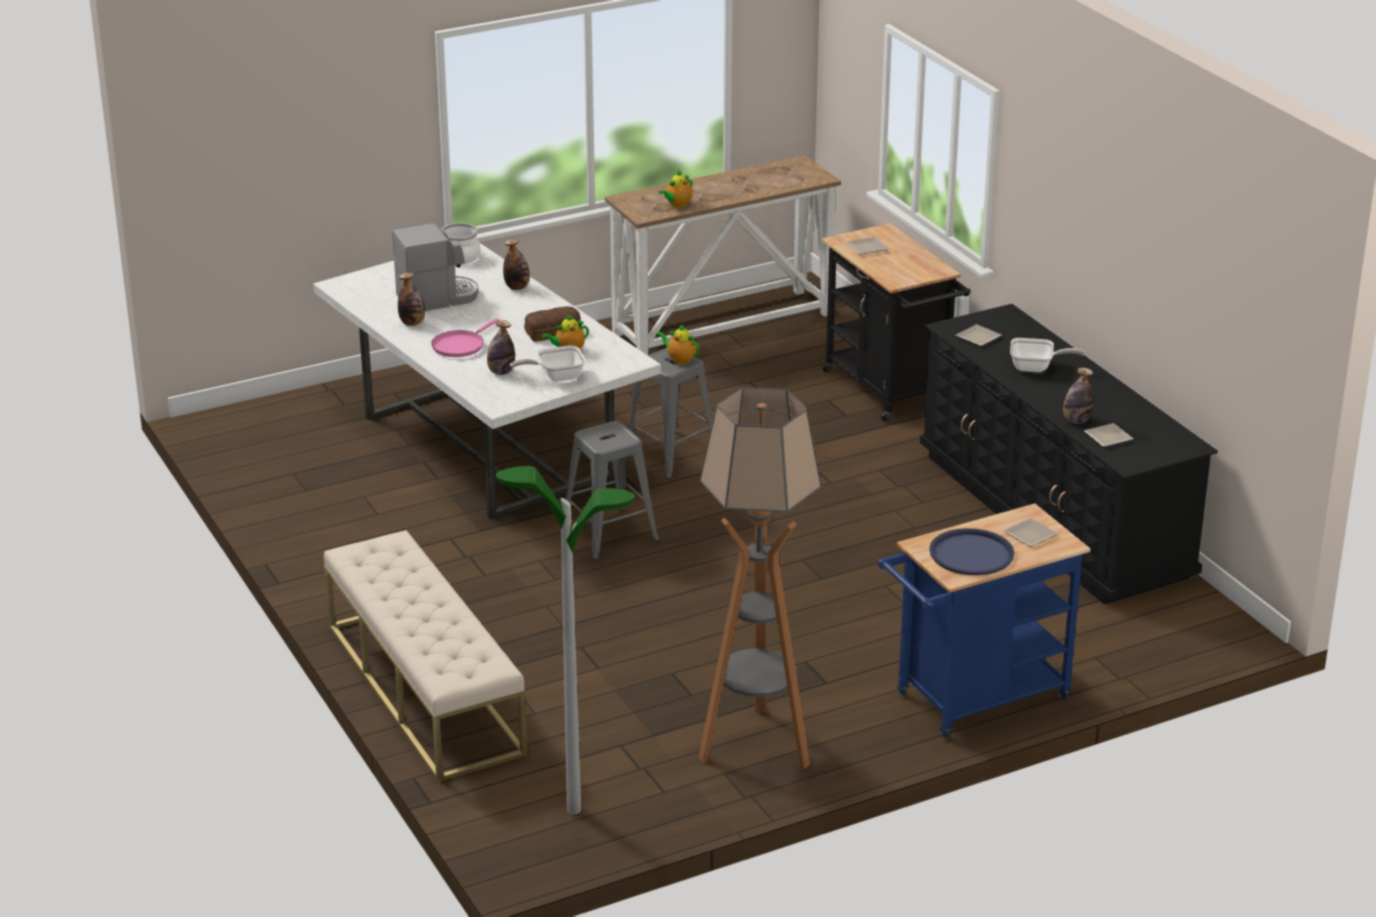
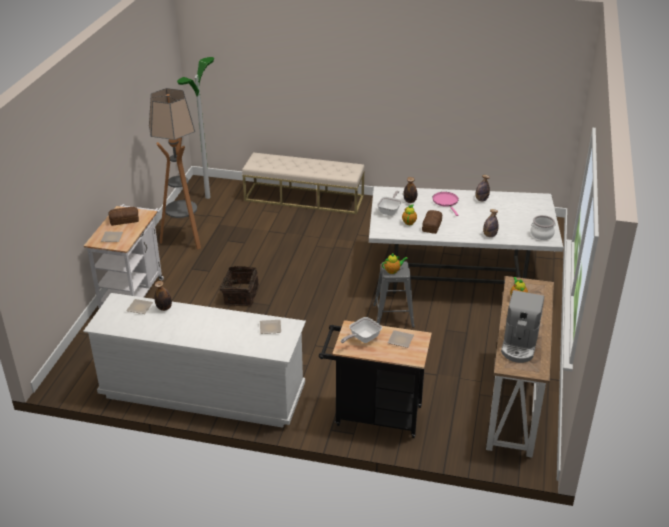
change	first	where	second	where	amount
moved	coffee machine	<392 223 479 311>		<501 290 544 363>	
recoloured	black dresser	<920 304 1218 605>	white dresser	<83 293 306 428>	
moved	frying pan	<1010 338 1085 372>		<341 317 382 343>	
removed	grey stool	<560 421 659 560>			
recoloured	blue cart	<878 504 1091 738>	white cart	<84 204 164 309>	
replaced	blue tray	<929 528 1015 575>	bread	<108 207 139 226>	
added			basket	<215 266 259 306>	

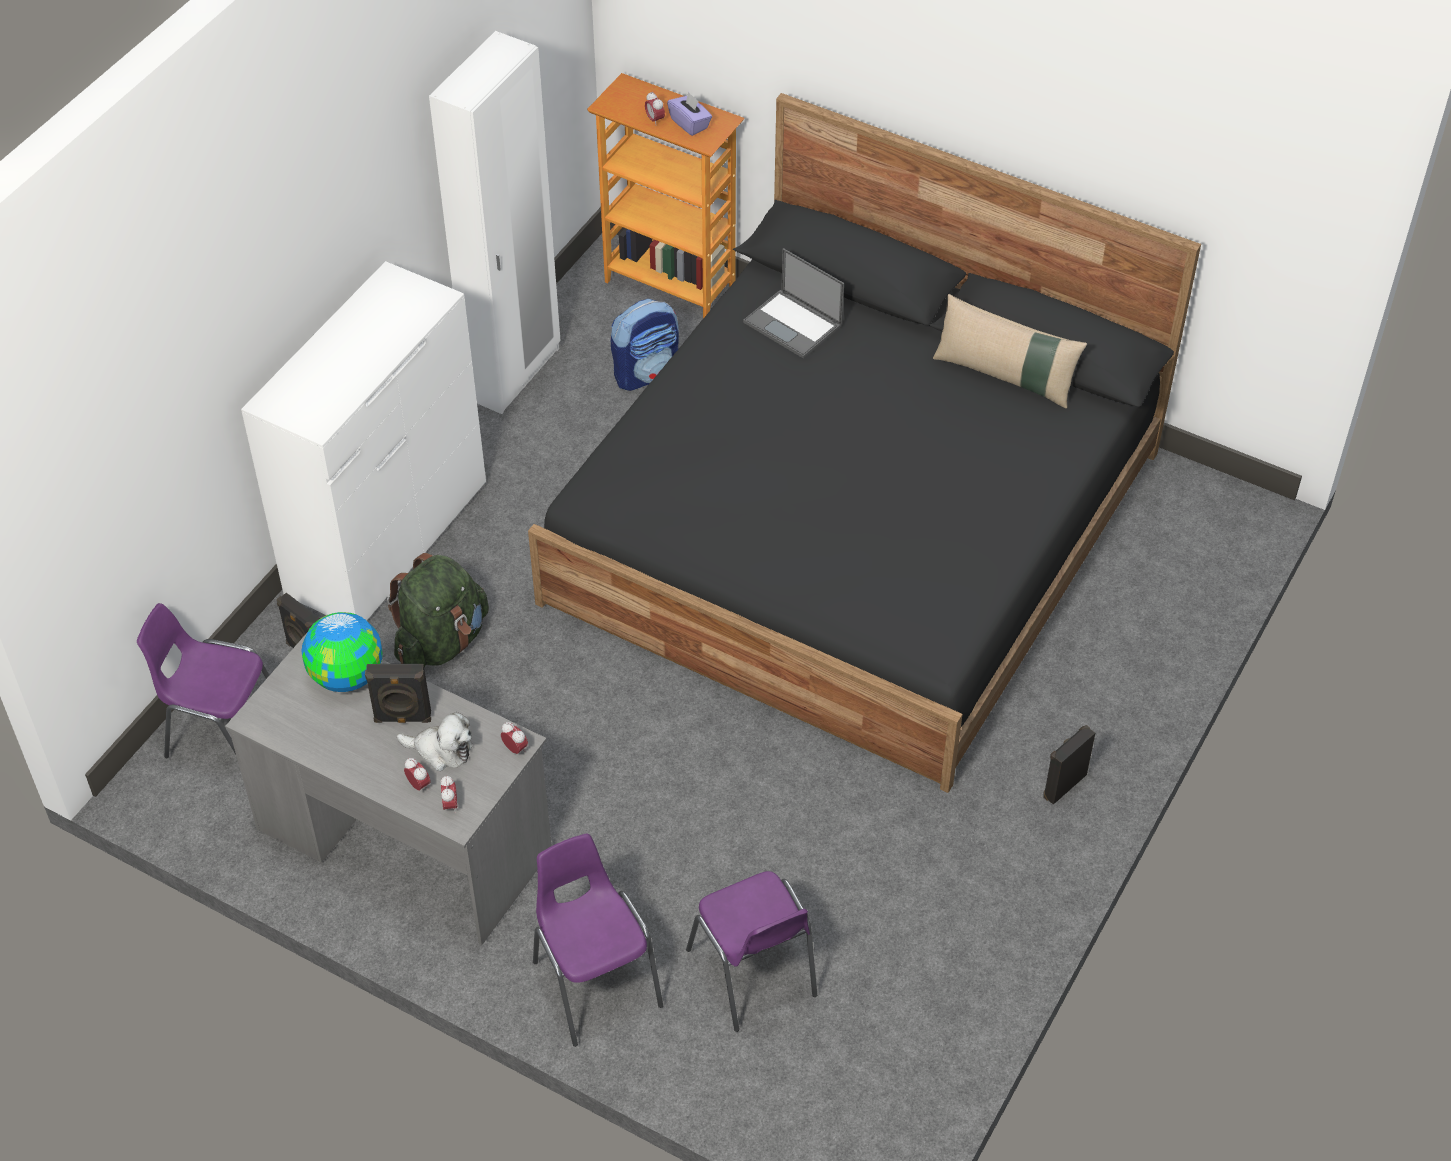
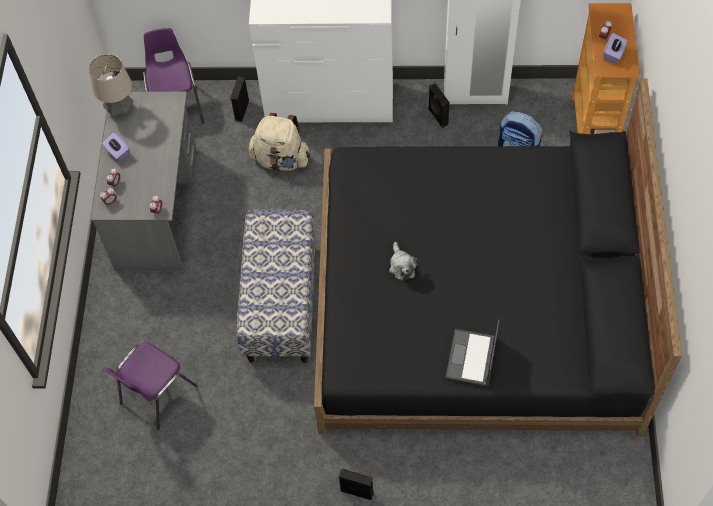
change	first	where	second	where	amount
moved	laptop	<743 248 844 359>		<446 319 499 386>	
removed	beige pillow	<933 294 1087 409>			
recoloured	green backpack	<387 553 489 667>	beige backpack	<249 113 311 171>	
removed	globe	<302 612 383 692>			
moved	black speaker	<365 664 431 723>		<428 83 449 128>	
moved	plush toy	<397 712 472 771>		<389 242 419 281>	
removed	purple chair	<533 834 663 1047>			
added			table lamp	<89 54 133 117>	
added			purple tissue box	<102 132 130 162>	
added			bench	<237 210 316 363>	

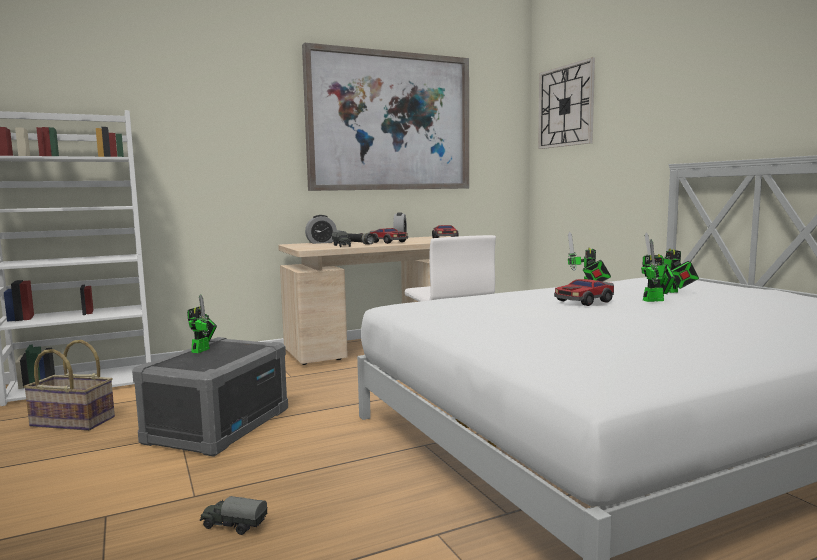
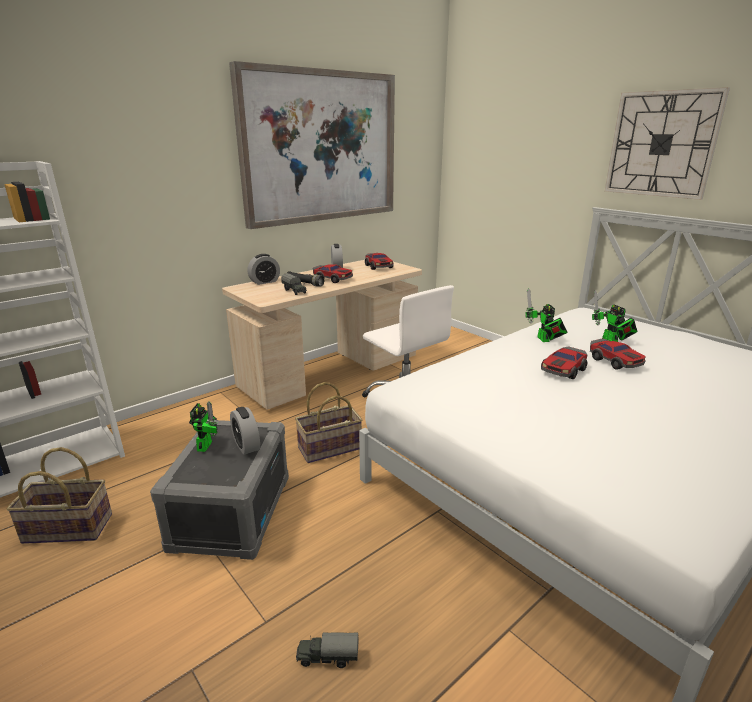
change	first	where	second	where	amount
moved	wall clock	<538 57 595 149>		<605 87 730 200>	
replaced	toy robot	<641 239 675 302>	toy car	<590 338 646 370>	
added			basket	<295 382 362 463>	
added			alarm clock	<230 407 260 455>	

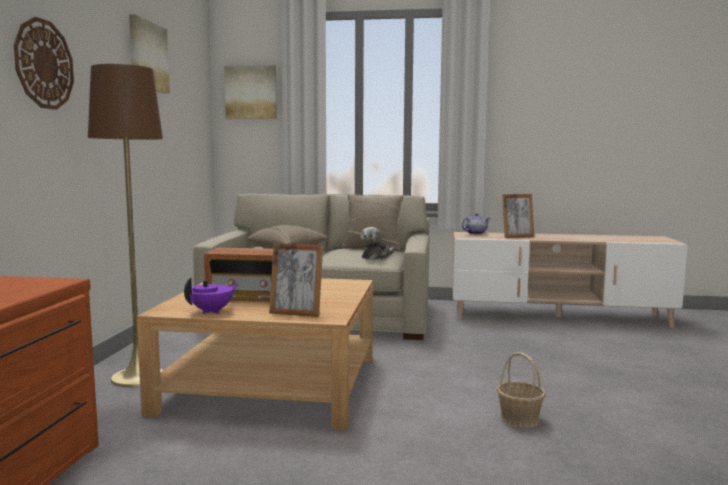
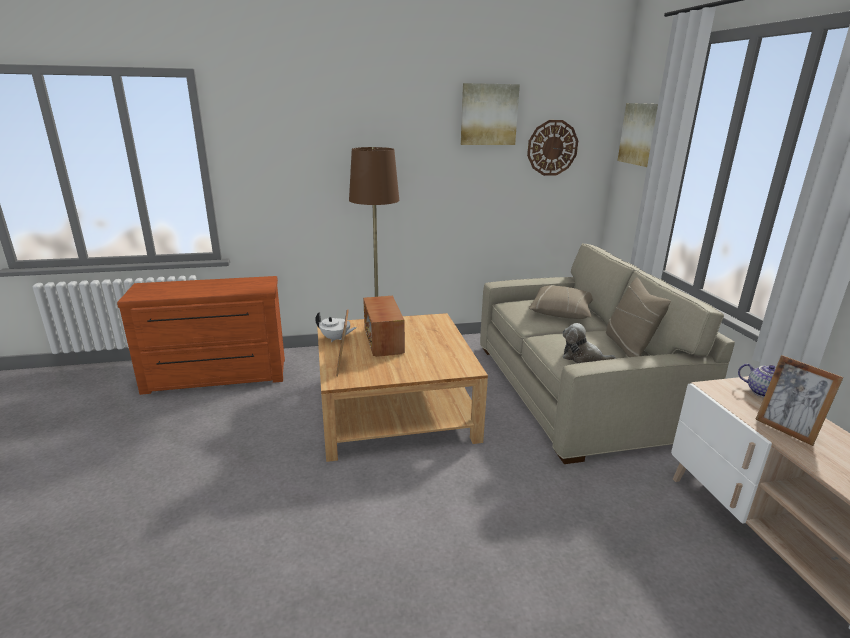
change	first	where	second	where	amount
moved	wall clock	<14 17 74 110>		<527 120 578 176>	
recoloured	purple teapot	<184 278 238 314>	white teapot	<315 312 357 342>	
removed	basket	<497 352 546 428>			

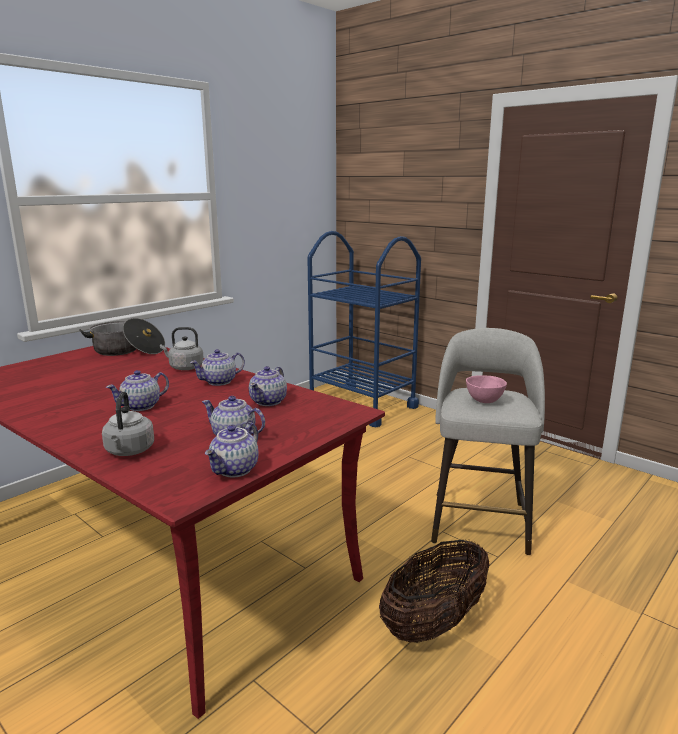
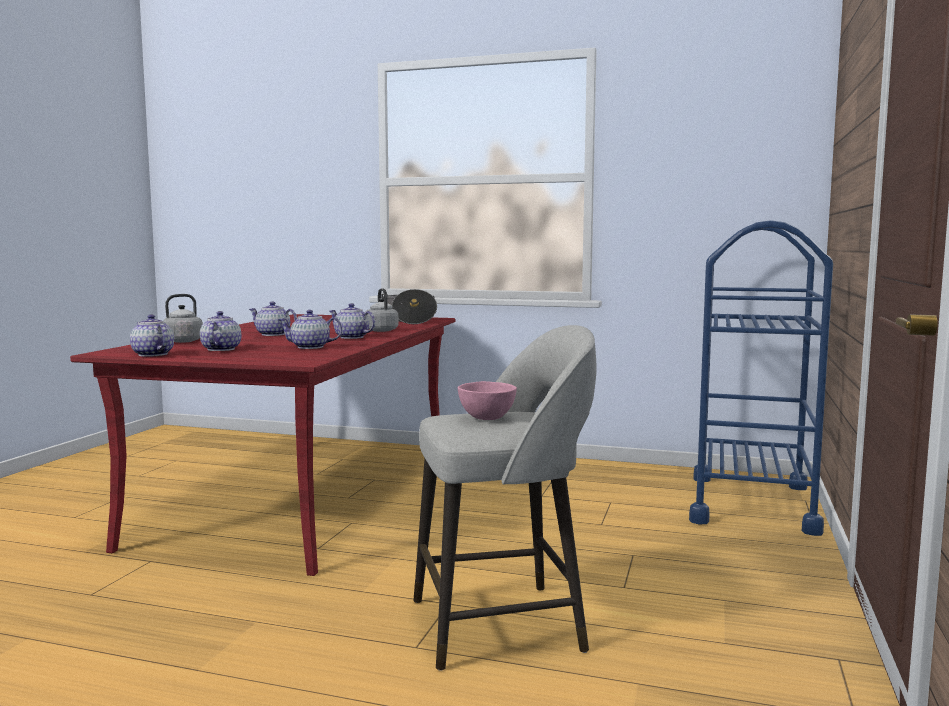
change	first	where	second	where	amount
turned	teapot	<205 422 258 478>		<130 315 174 357>	45 degrees clockwise
removed	basket	<379 539 490 643>			

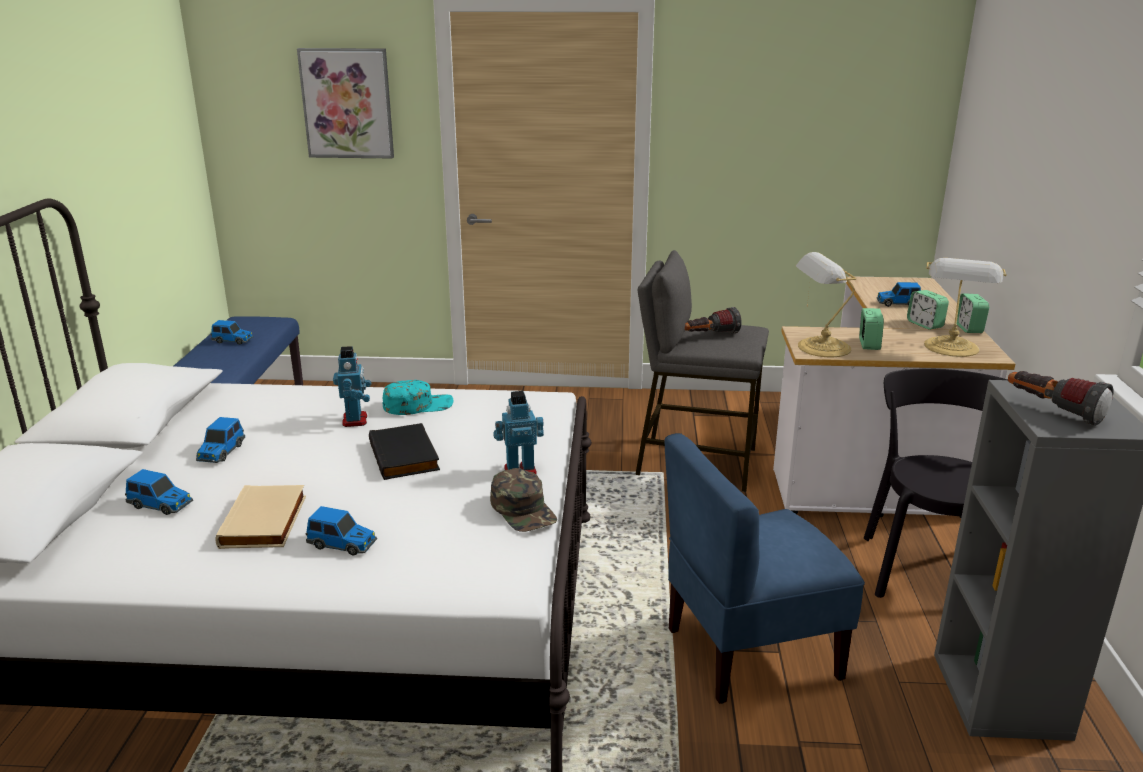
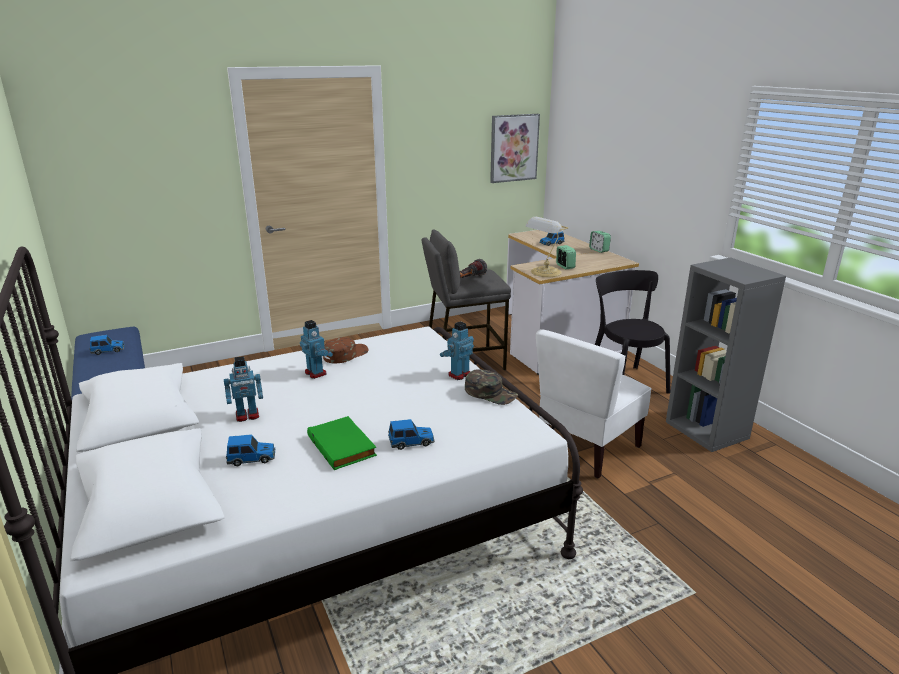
change	first	where	second	where	amount
moved	picture	<297 48 394 158>		<490 114 540 183>	
removed	table lamp	<924 258 1007 357>			
removed	alarm clock	<907 290 949 330>			
removed	flashlight	<1008 371 1113 426>			
recoloured	turquoise cap	<383 380 453 415>	brown cap	<323 337 369 363>	
replaced	toy car	<196 417 245 463>	toy robot	<224 356 263 422>	
removed	black book	<369 423 440 480>			
recoloured	blue chair	<664 433 865 704>	white chair	<536 329 652 479>	
recoloured	beige book	<215 485 306 549>	green book	<307 416 377 470>	

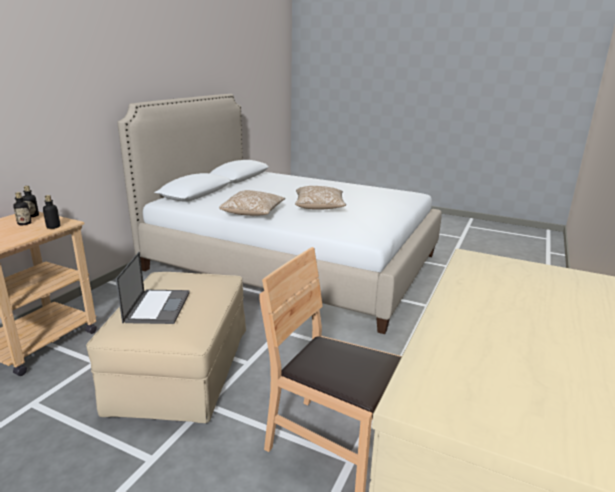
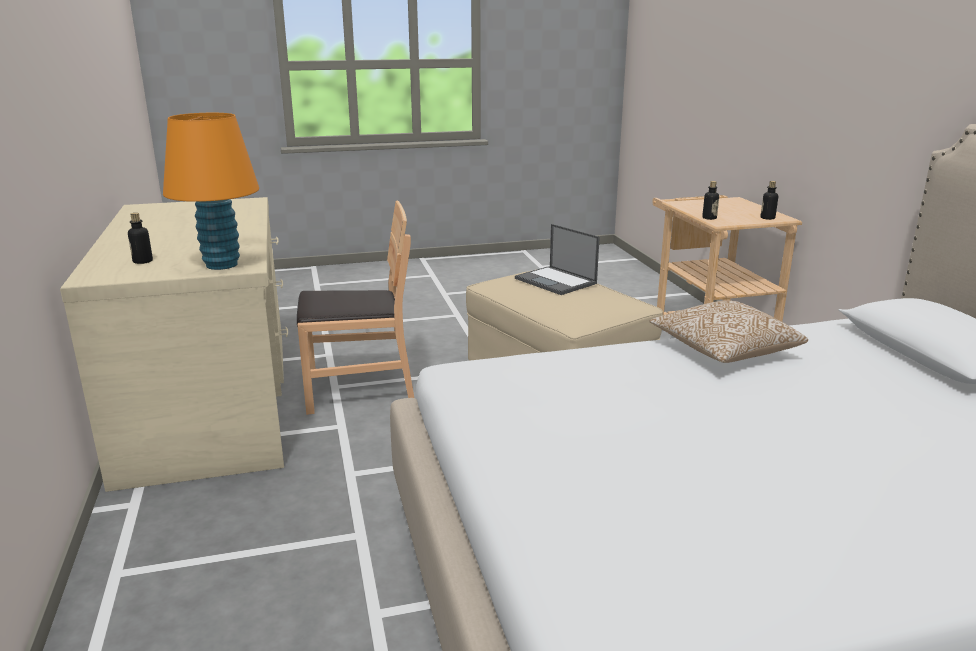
change	first	where	second	where	amount
removed	pillow	<295 186 346 210>			
moved	bottle	<13 192 32 225>		<128 213 153 264>	
added			orange table lamp	<163 113 259 270>	

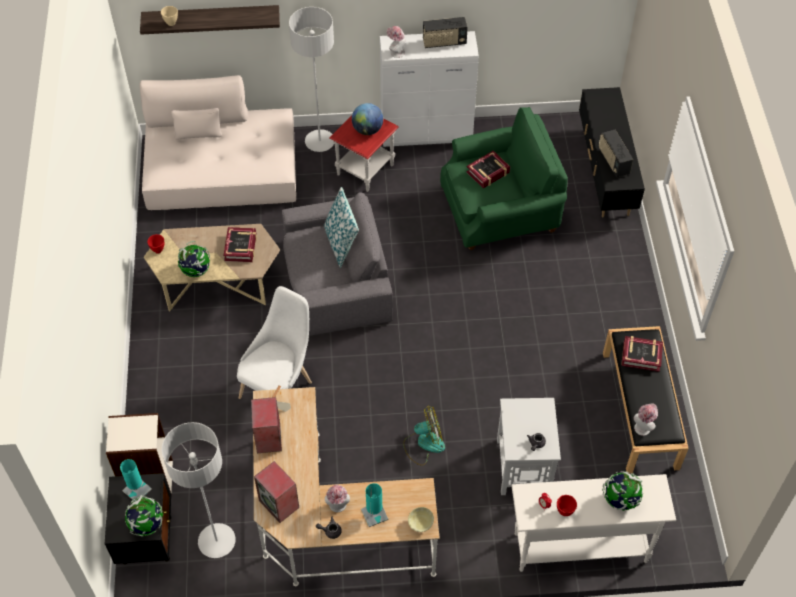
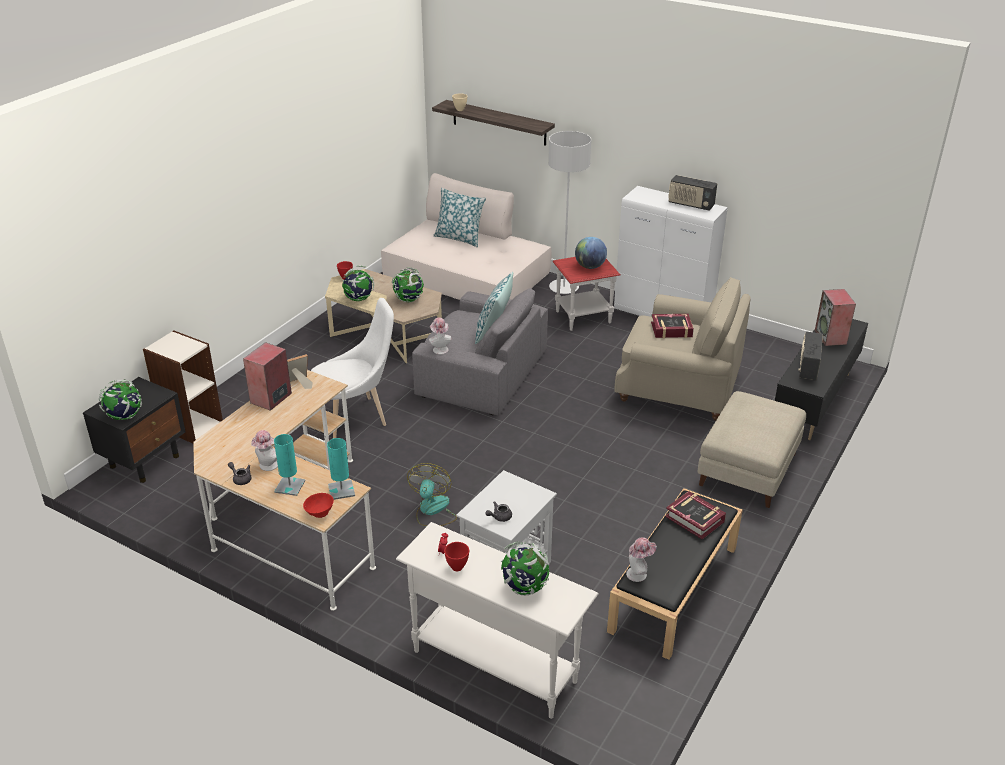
change	first	where	second	where	amount
moved	hat	<387 26 406 58>		<429 318 451 354>	
recoloured	green armchair	<440 107 568 250>	beige armchair	<614 277 751 421>	
replaced	book	<223 227 257 262>	globe	<392 267 424 302>	
turned	fan	<403 406 445 466>		<407 463 457 526>	105 degrees counterclockwise
removed	grey floor lamp	<162 422 236 558>			
moved	turquoise table lamp	<120 459 152 501>		<327 438 355 500>	
moved	speaker	<254 461 299 523>		<815 289 856 346>	
recoloured	beige bowl	<408 507 434 532>	red bowl	<303 493 334 518>	
added			pillow	<433 188 486 247>	
added			beige ottoman	<697 391 806 508>	

